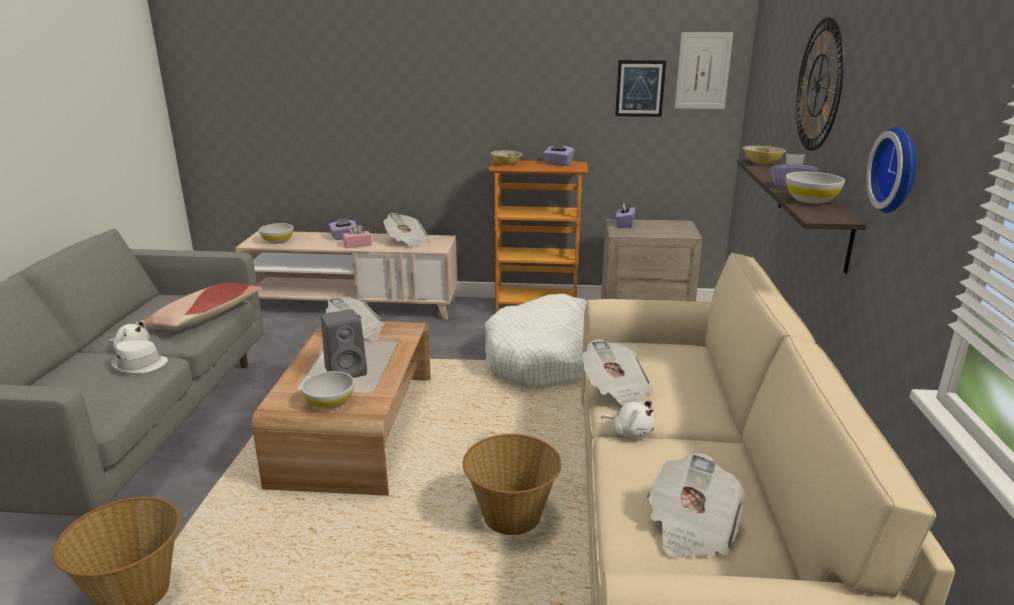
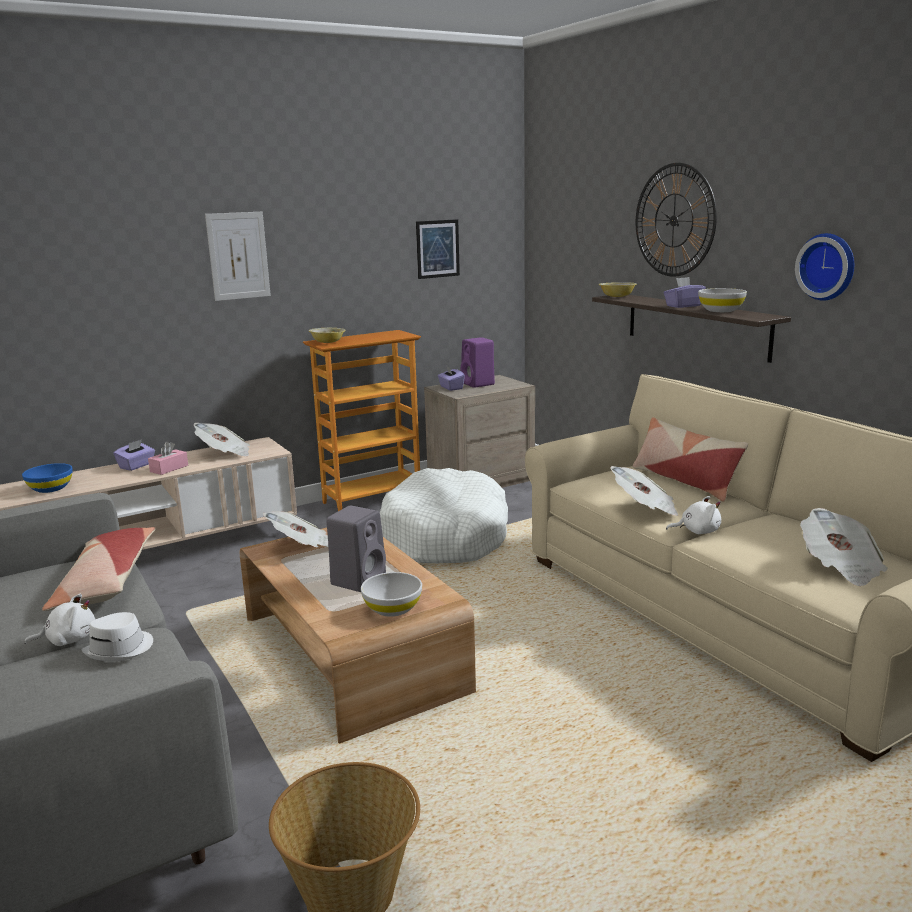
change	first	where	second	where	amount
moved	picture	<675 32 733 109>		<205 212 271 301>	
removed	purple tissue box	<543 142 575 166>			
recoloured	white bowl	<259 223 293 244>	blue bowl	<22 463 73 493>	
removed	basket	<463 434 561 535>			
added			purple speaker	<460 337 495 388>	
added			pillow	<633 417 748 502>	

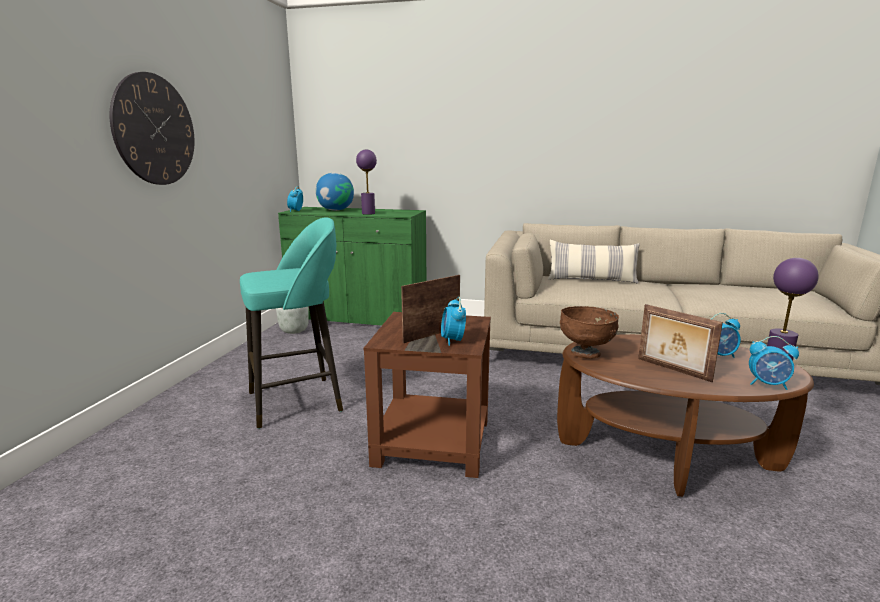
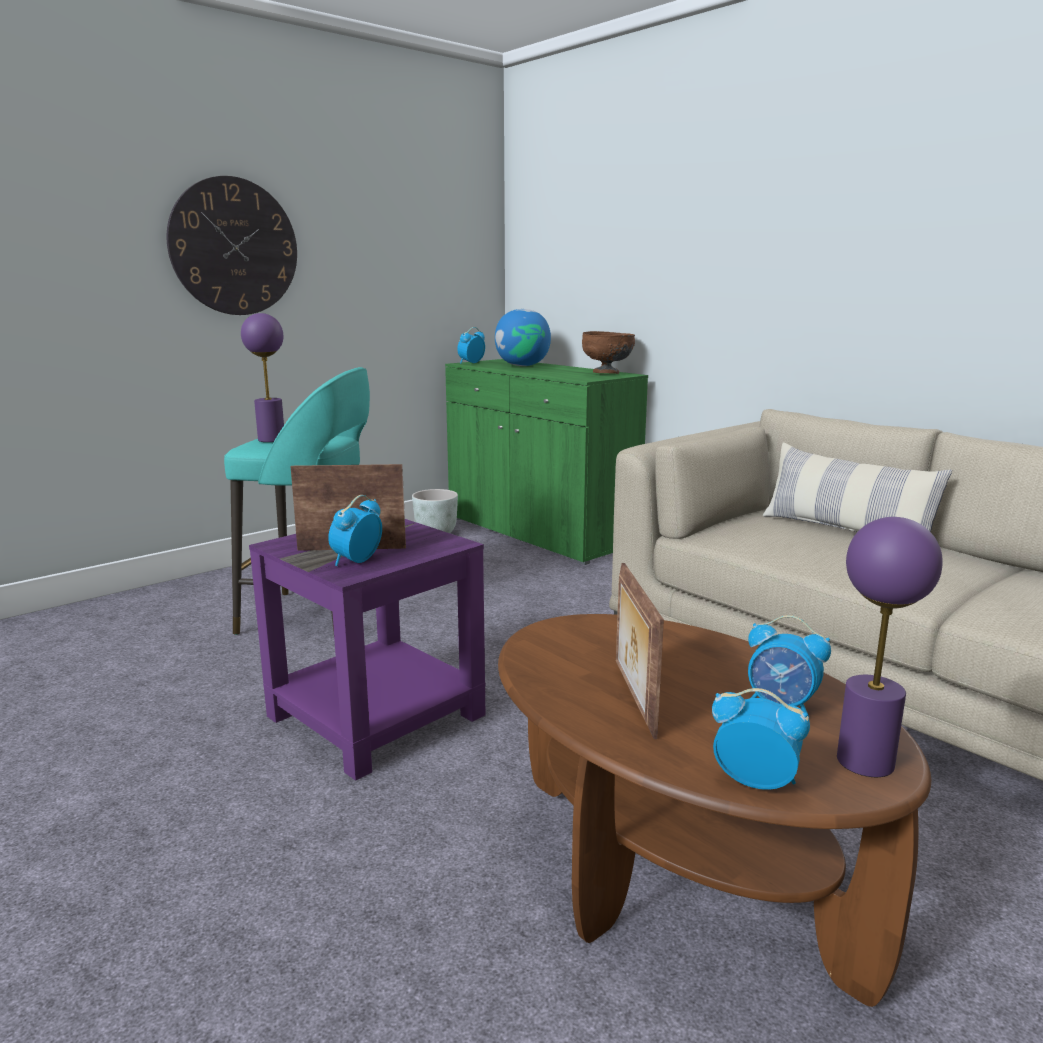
change	first	where	second	where	amount
moved	purple table lamp	<356 150 377 215>		<241 313 284 442>	
moved	brown bowl	<560 306 619 359>		<582 331 635 374>	
recoloured	brown side table	<364 312 491 478>	purple side table	<249 519 486 781>	
turned	alarm clock	<749 336 799 390>		<712 688 810 790>	150 degrees clockwise

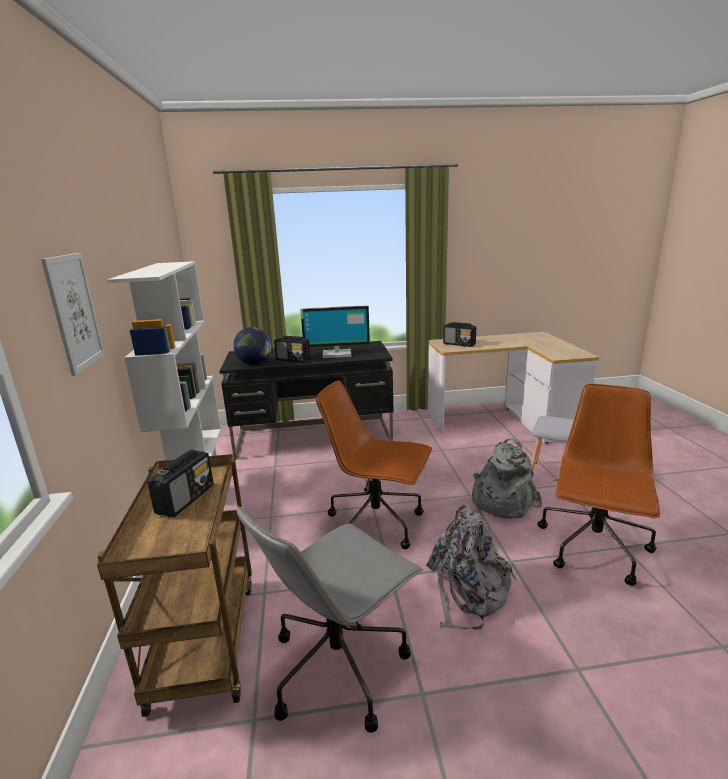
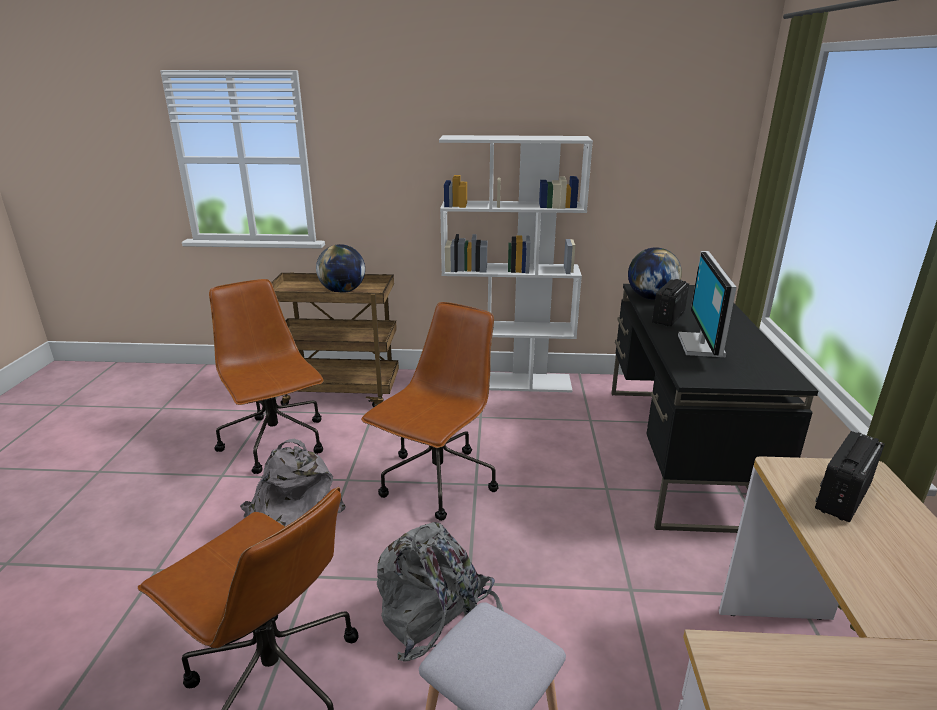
change	first	where	second	where	amount
removed	picture	<41 253 105 376>			
replaced	radio	<147 450 213 517>	globe	<316 244 365 292>	
recoloured	grey office chair	<237 505 423 733>	brown office chair	<209 279 324 474>	

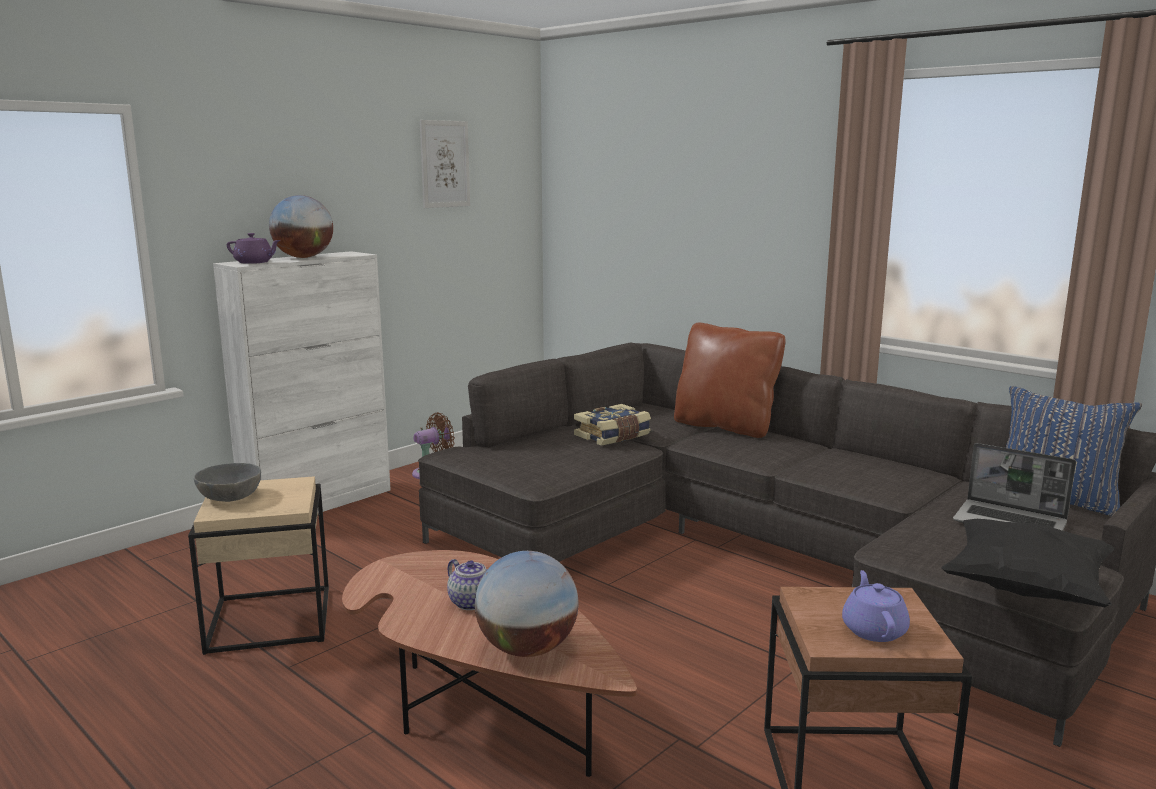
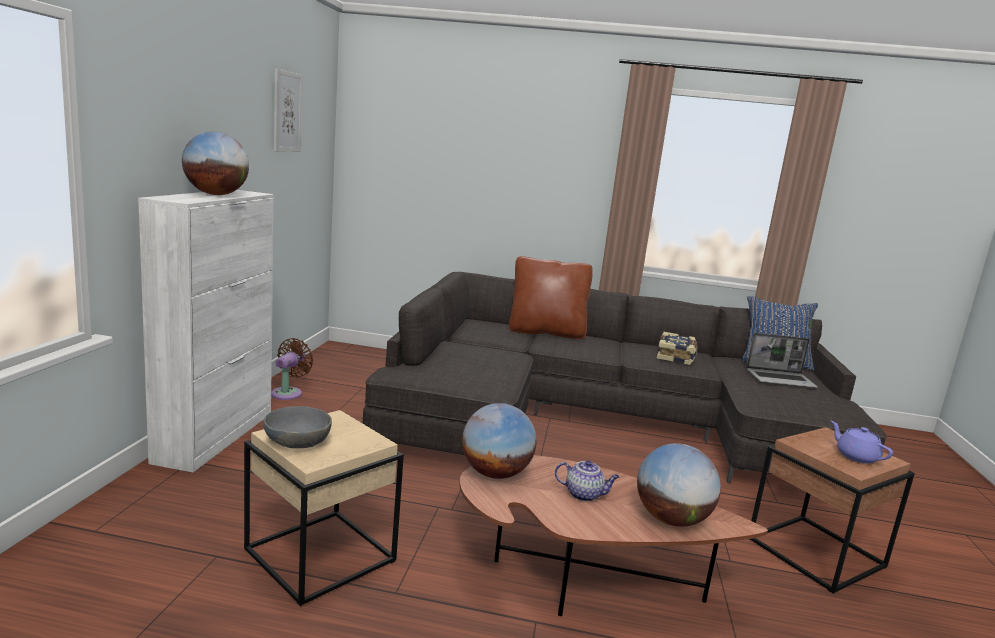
change	first	where	second	where	amount
removed	purple teapot	<227 233 280 264>			
moved	book	<574 404 651 446>		<657 332 697 365>	
removed	black pillow	<941 519 1114 607>			
added			globe	<462 403 537 479>	

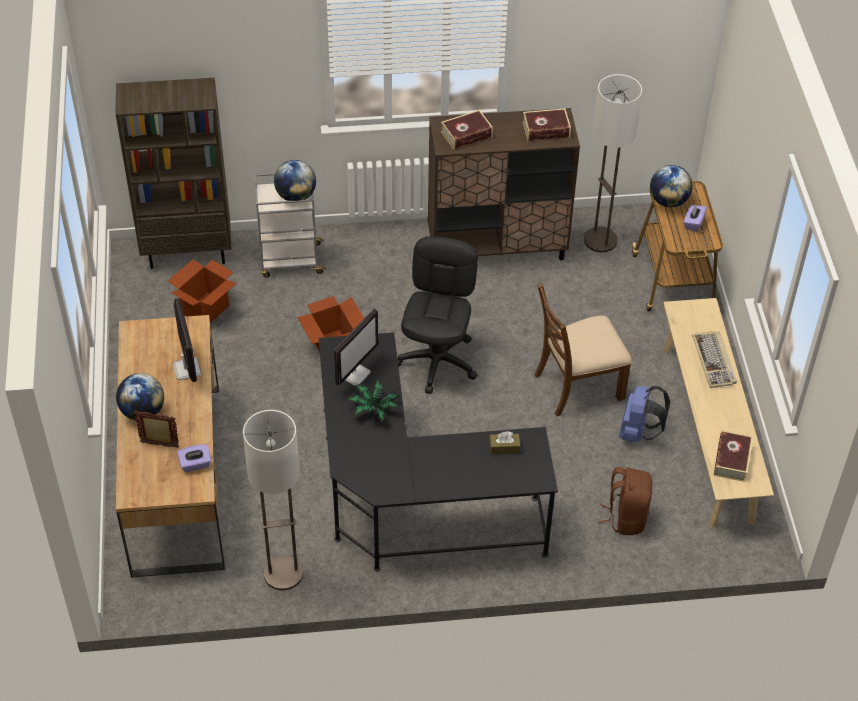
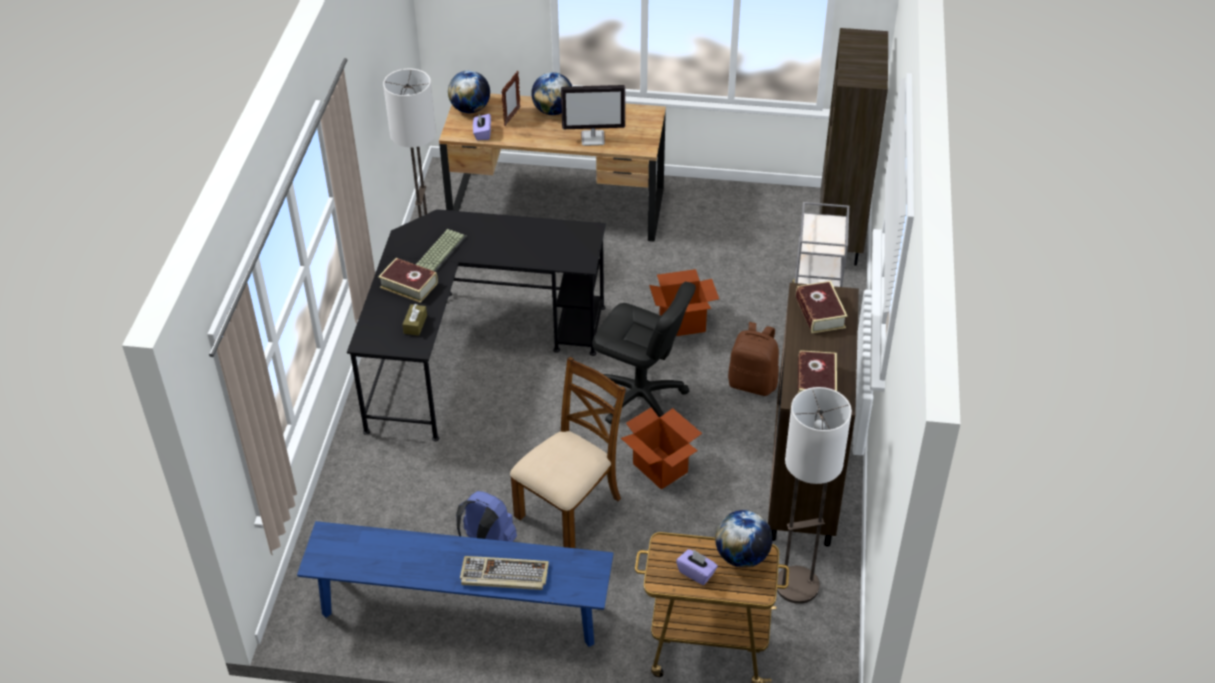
change	first	where	second	where	amount
moved	globe	<274 160 316 201>		<448 70 490 113>	
moved	cardboard box	<168 259 236 323>		<621 408 702 490>	
turned	brown chair	<534 283 632 416>		<510 357 626 548>	45 degrees clockwise
recoloured	beige bench	<663 298 774 529>	blue bench	<297 521 614 647>	
removed	monitor	<334 309 378 386>			
removed	potted plant	<346 378 401 423>			
moved	book	<714 431 753 482>		<378 258 438 303>	
moved	brown backpack	<598 467 652 535>		<728 322 779 396>	
added			keyboard	<416 229 467 272>	

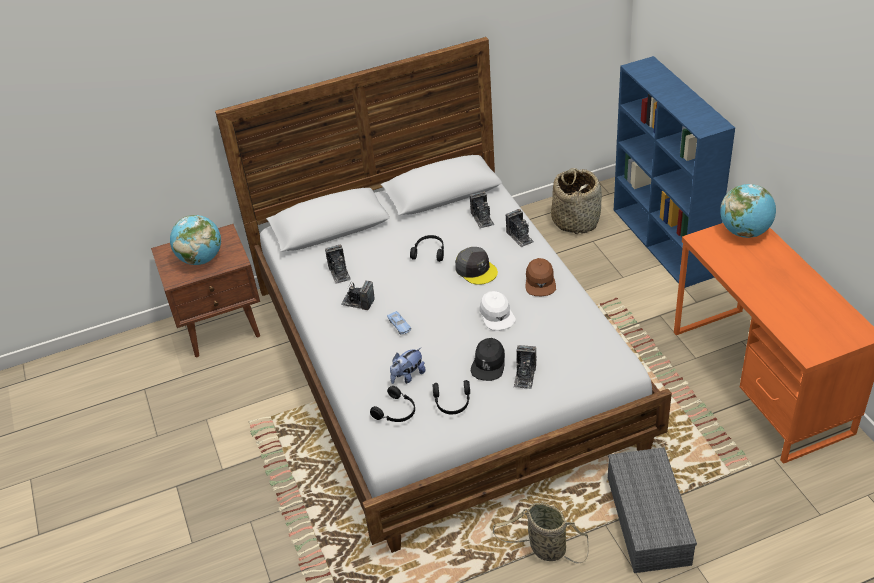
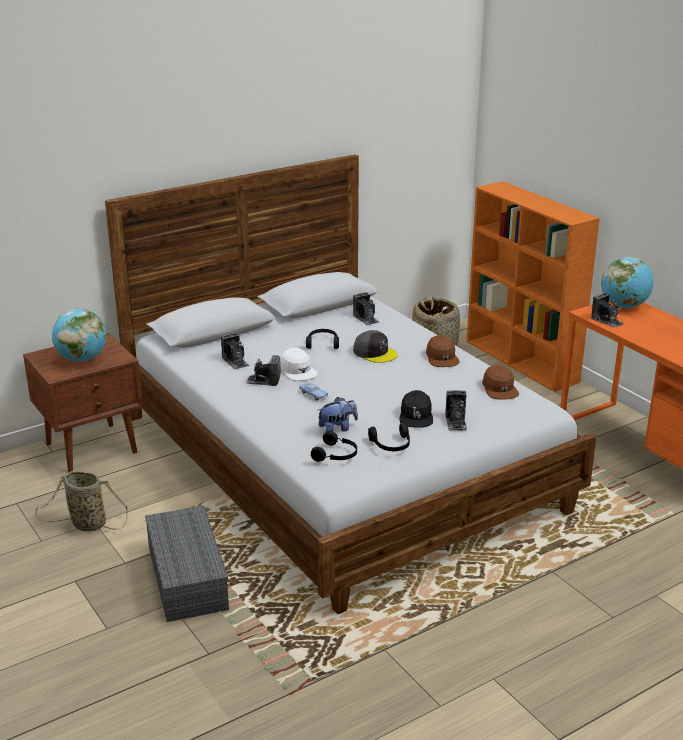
change	first	where	second	where	amount
recoloured	blue bookcase	<614 56 735 288>	orange bookcase	<467 181 600 392>	
moved	photo camera	<506 209 534 247>		<591 293 625 328>	
moved	white cap	<479 291 516 331>		<280 348 318 381>	
turned	plush toy	<390 348 426 384>		<318 397 358 432>	150 degrees counterclockwise
moved	grey storage box	<608 447 697 573>		<145 506 229 622>	
moved	basket	<493 503 589 564>		<35 471 127 532>	
added			brown cap	<482 365 519 400>	

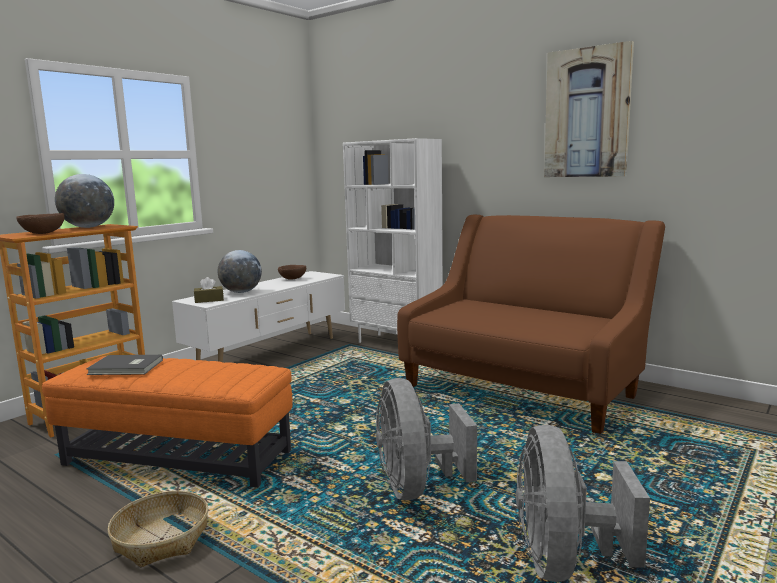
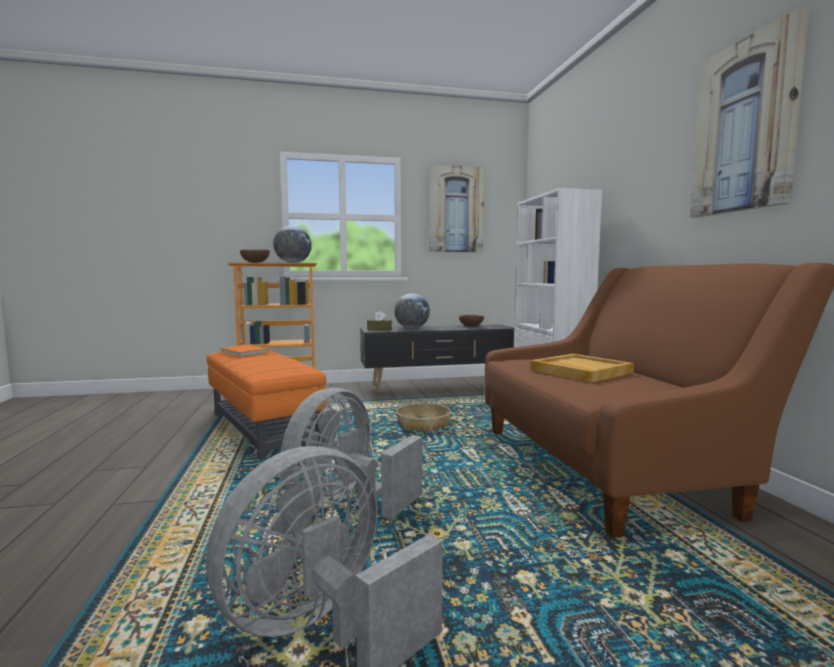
change	first	where	second	where	amount
recoloured	white tv stand	<172 271 345 362>	black tv stand	<360 324 514 393>	
recoloured	grey book	<86 355 163 375>	orange book	<220 345 269 357>	
moved	basket	<107 491 209 567>		<396 403 451 432>	
added			picture	<429 165 484 252>	
added			beige tray	<530 354 634 382>	

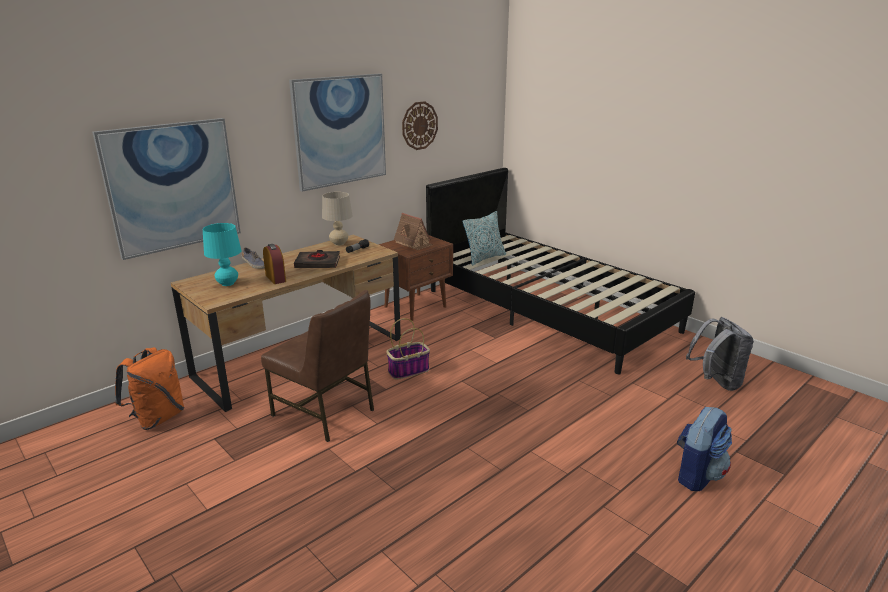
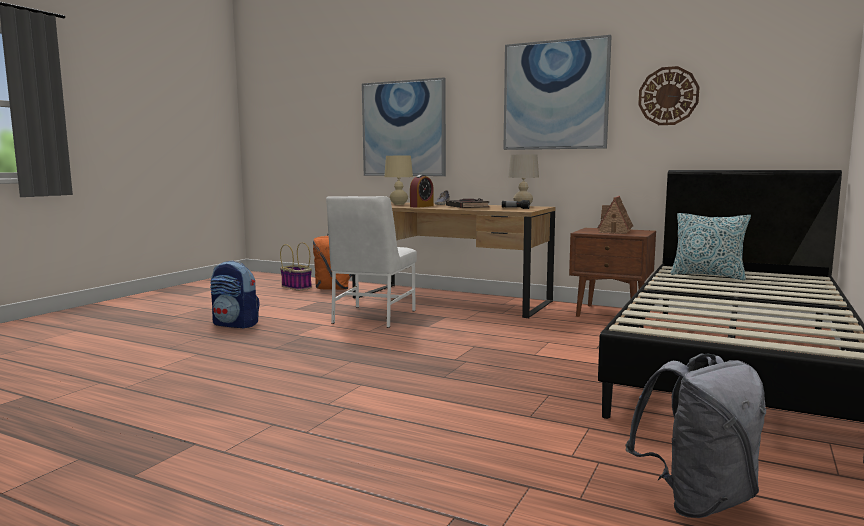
change	first	where	second	where	amount
recoloured	turquoise table lamp	<203 223 241 286>	beige table lamp	<384 156 413 205>	
recoloured	brown chair	<261 290 374 442>	white chair	<326 196 417 328>	
moved	basket	<386 318 430 379>		<280 242 312 290>	
moved	backpack	<677 407 732 491>		<210 261 260 328>	

